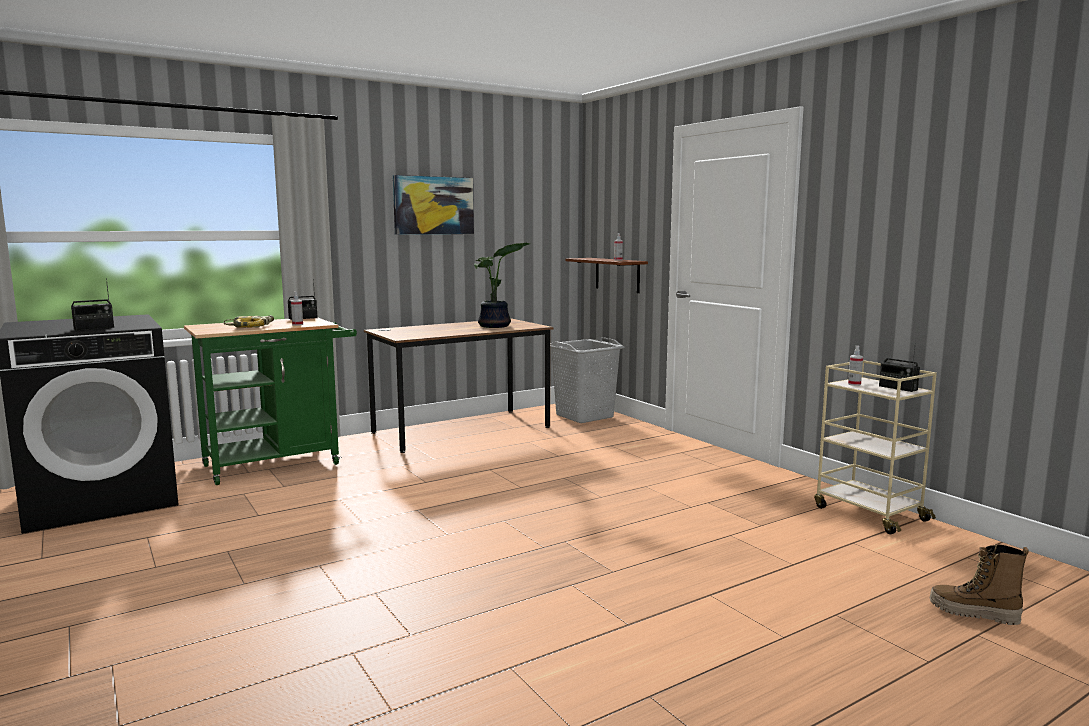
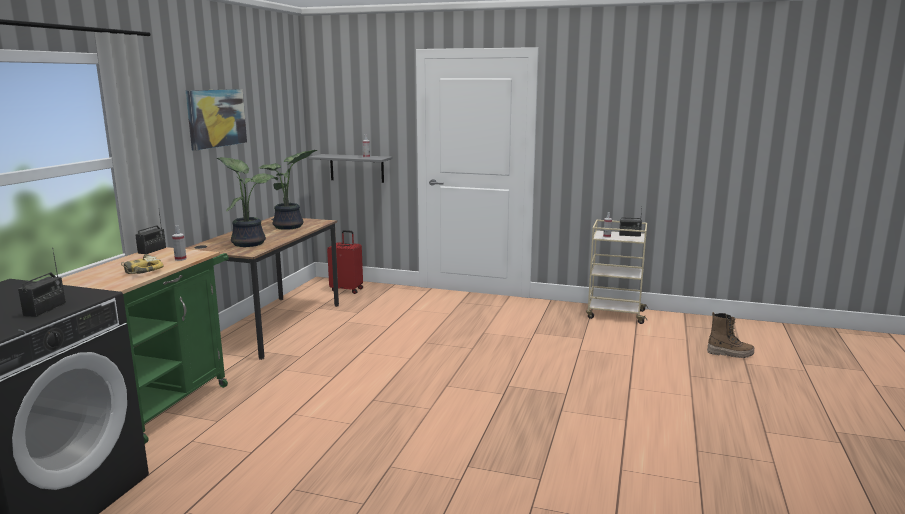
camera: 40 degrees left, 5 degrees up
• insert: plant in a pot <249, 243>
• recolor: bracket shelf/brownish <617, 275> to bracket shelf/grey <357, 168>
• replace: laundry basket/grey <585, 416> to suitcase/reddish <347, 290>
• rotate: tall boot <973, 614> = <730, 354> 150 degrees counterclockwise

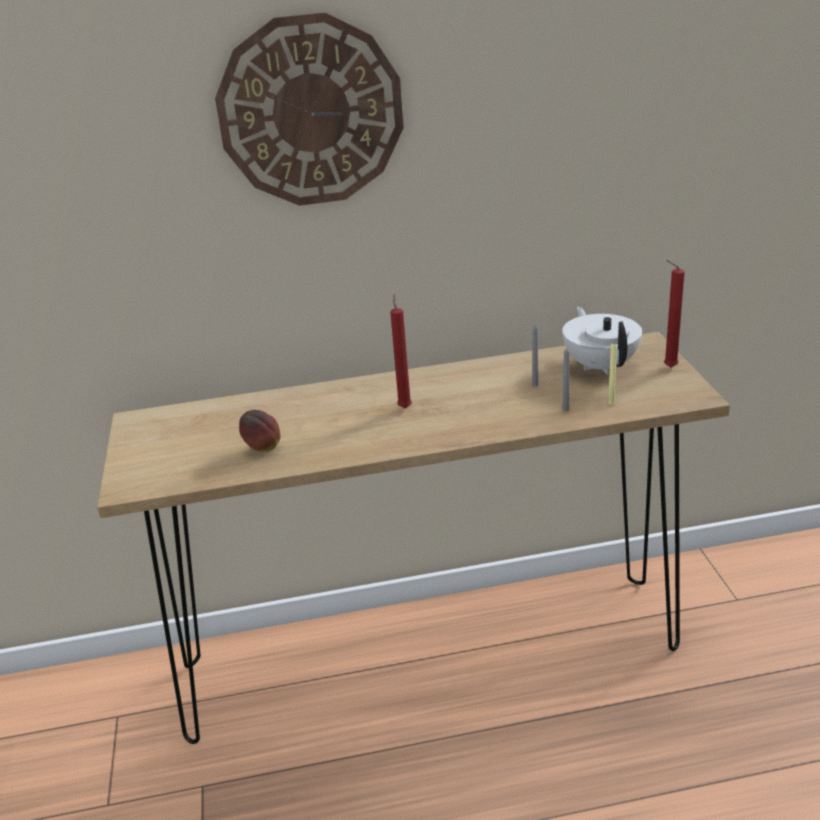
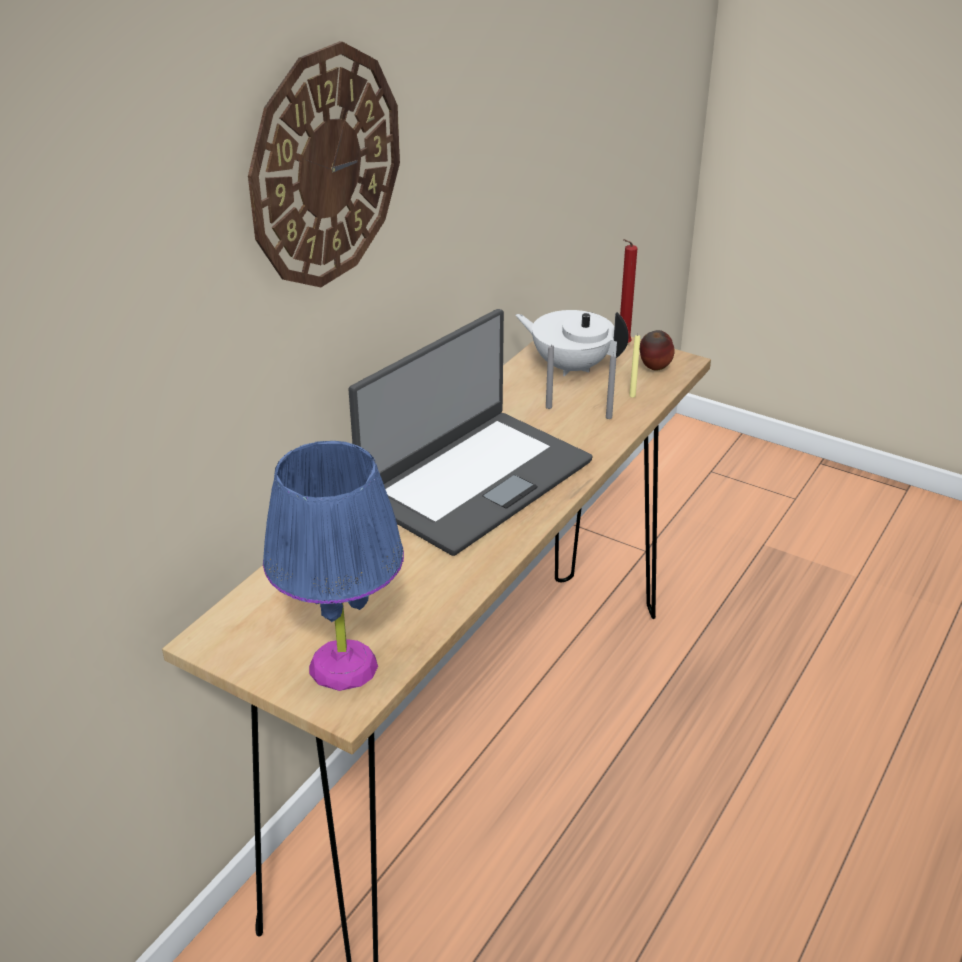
camera: 50 degrees left, 5 degrees up
• insert: lamp for a table/blue <344, 665>
• replace: wax light/reddish <405, 407> to portable computer <474, 480>
• move: apple fruit <263, 449> to <654, 369>

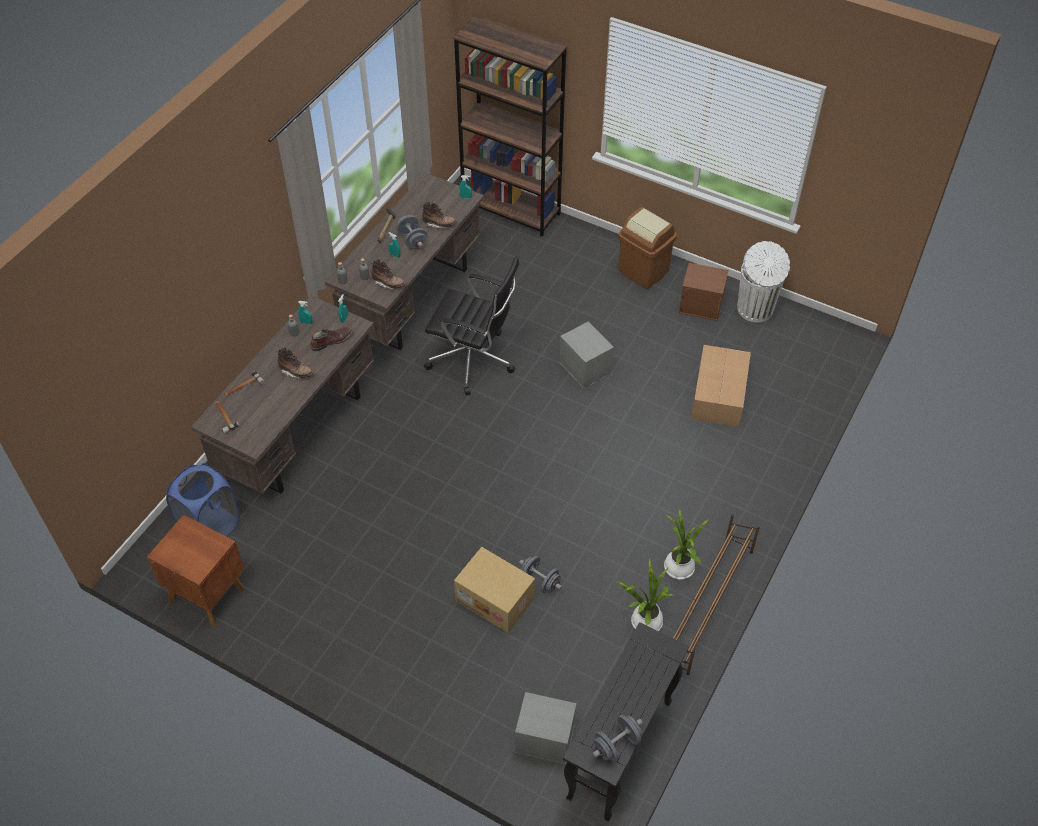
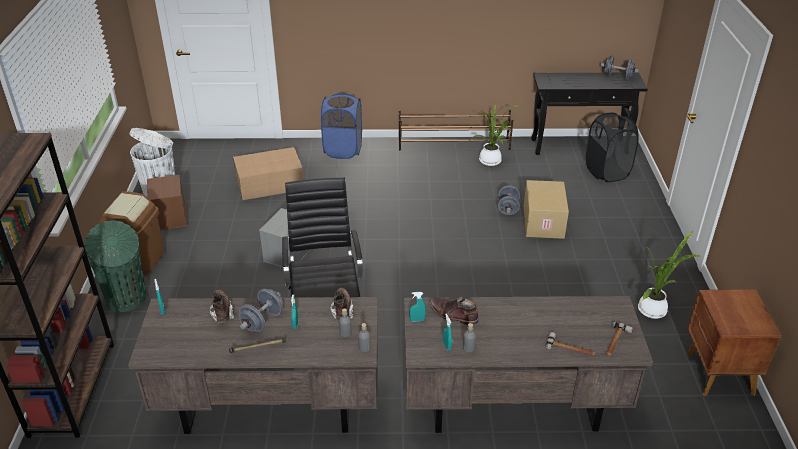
camera: 120 degrees left, 15 degrees down
• insert: rubbish bin/green-coloured <127, 299>
• move: laundry basket/blue <211, 527> to <343, 150>
• replace: storage bin/grey <544, 739> to laundry basket/black-coloured <607, 172>
• move: plant in a pot <678, 570> to <654, 309>
• delete: tall boot/brownish <296, 372>

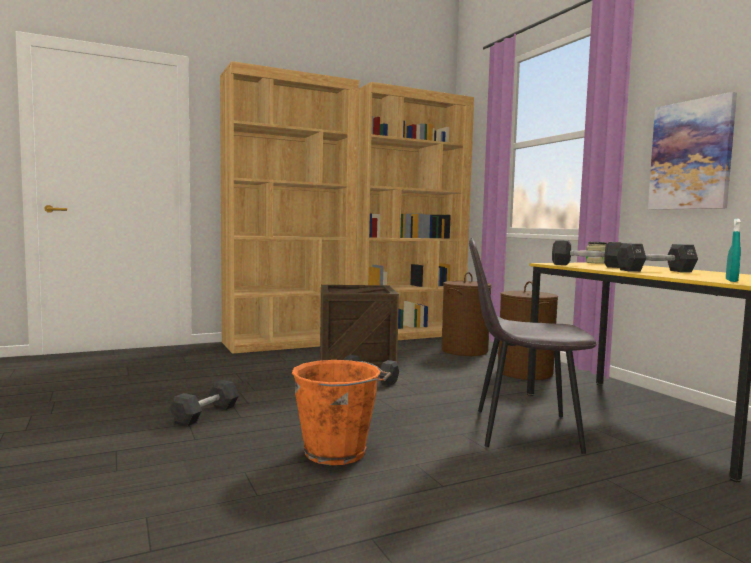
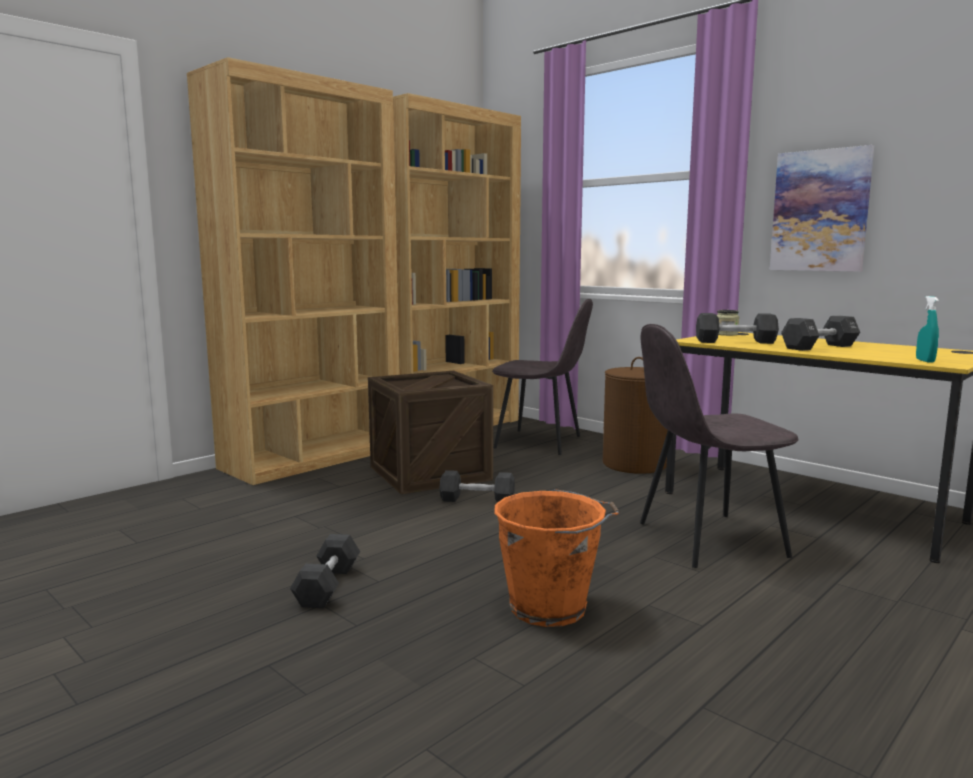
camera: 20 degrees left, 5 degrees up
• replace: laundry basket/brownish <464, 350> to plain chair/grey <541, 442>

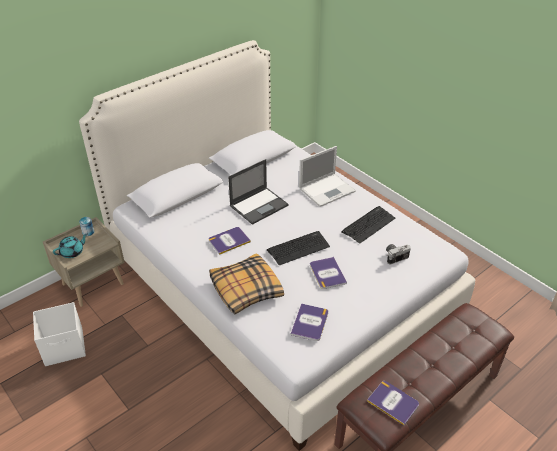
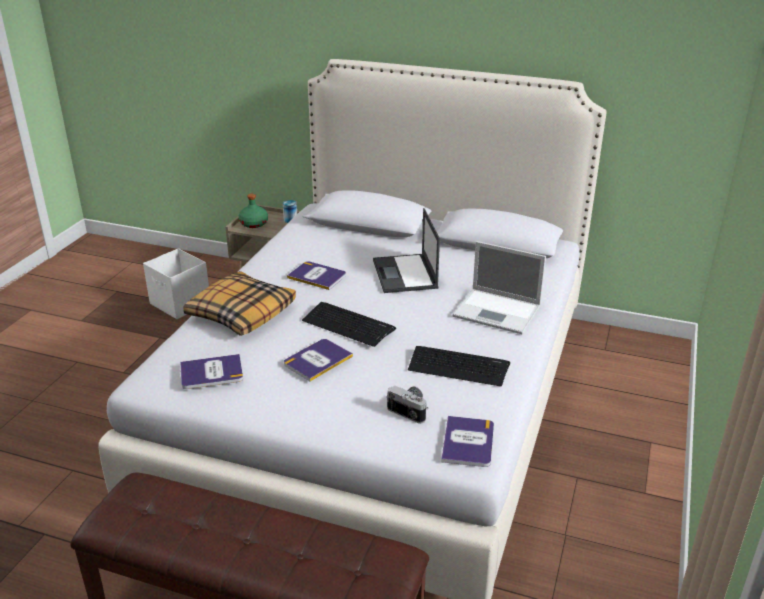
camera: 60 degrees right, 10 degrees down
• replace: tea pot/blue-green <72, 252> to bottle/green-coloured <254, 223>
• rotate: portable computer <259, 205> = <405, 274> 60 degrees clockwise
• move: bound book <393, 402> to <468, 442>

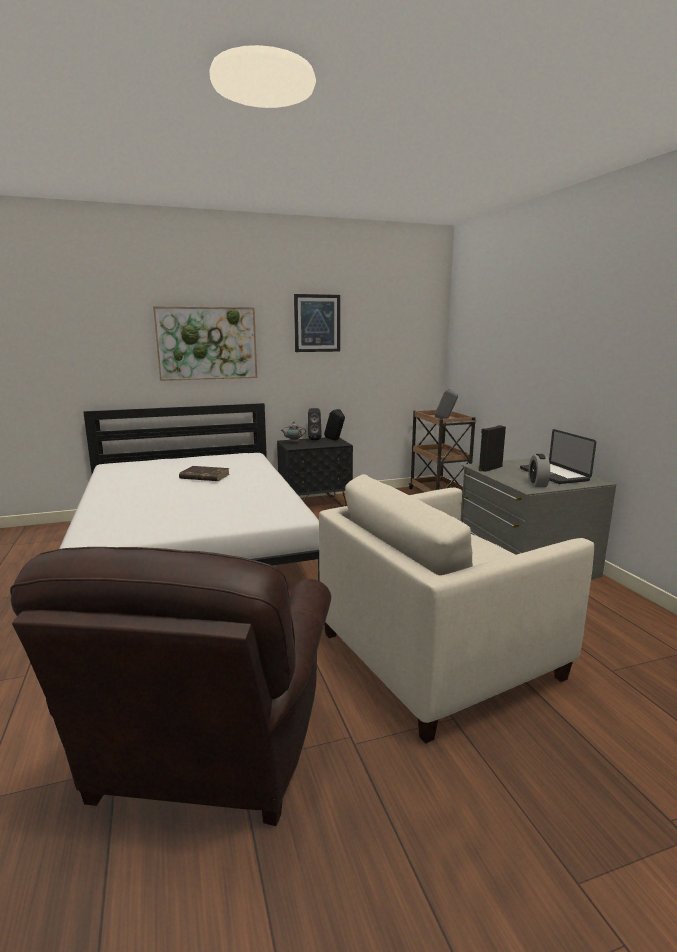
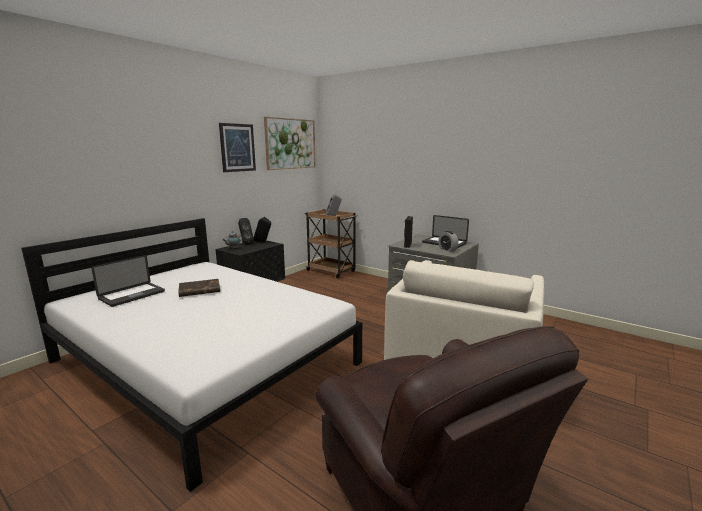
camera: 35 degrees left, 0 degrees up
• insert: portable computer <132, 295>
• move: picture <207, 343> to <290, 144>

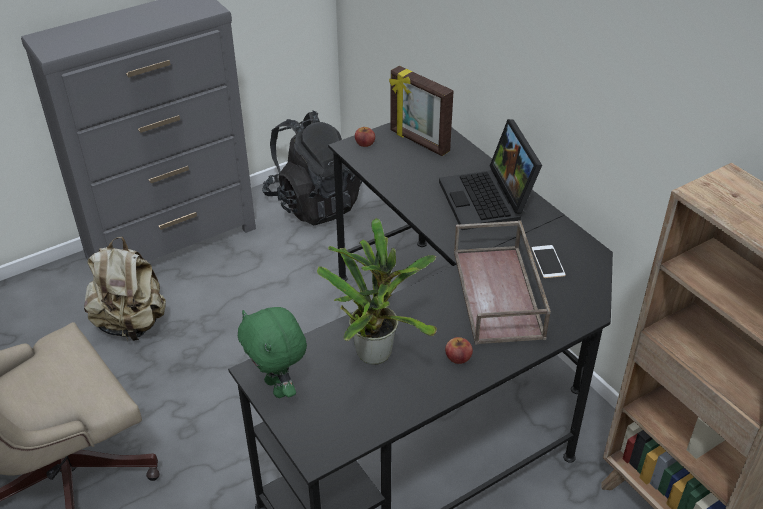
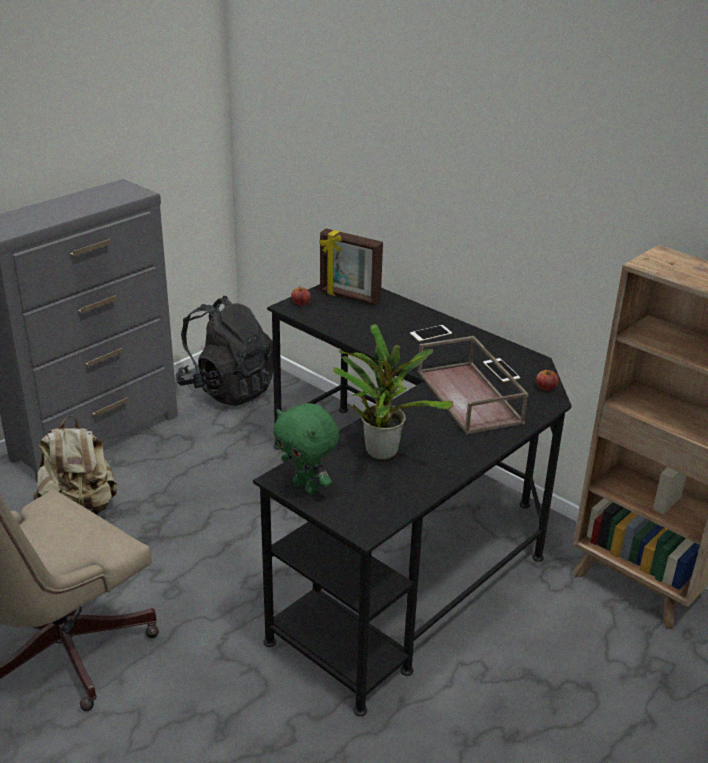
camera: 15 degrees left, 10 degrees down
• replace: portable computer <488, 201> to phone <431, 333>
• move: apple fruit <458, 357> to <546, 387>

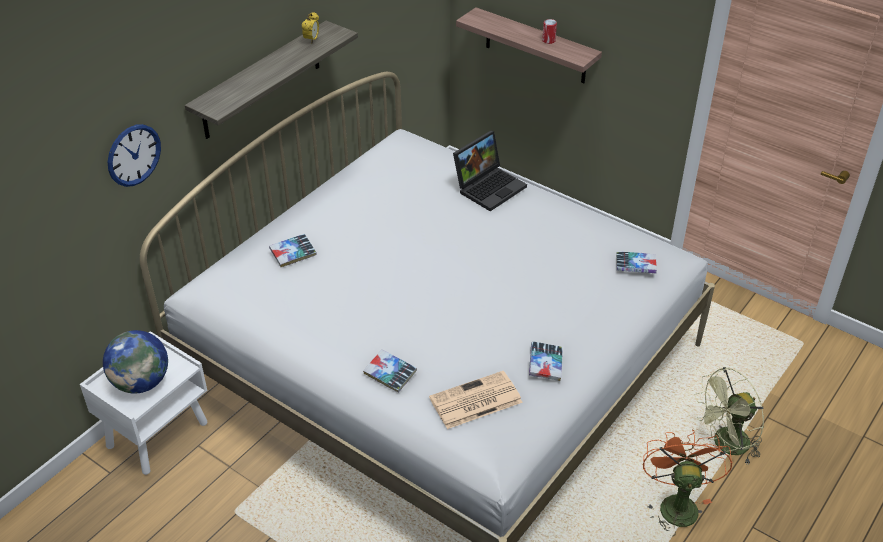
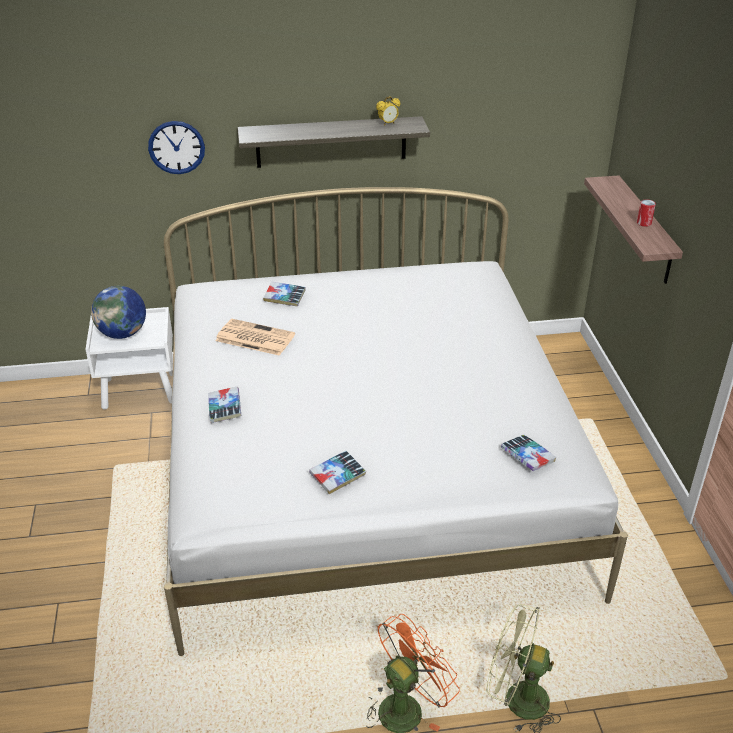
camera: 45 degrees right, 5 degrees down
• move: printed paper <474, 401> to <254, 338>
• delete: portable computer <489, 186>

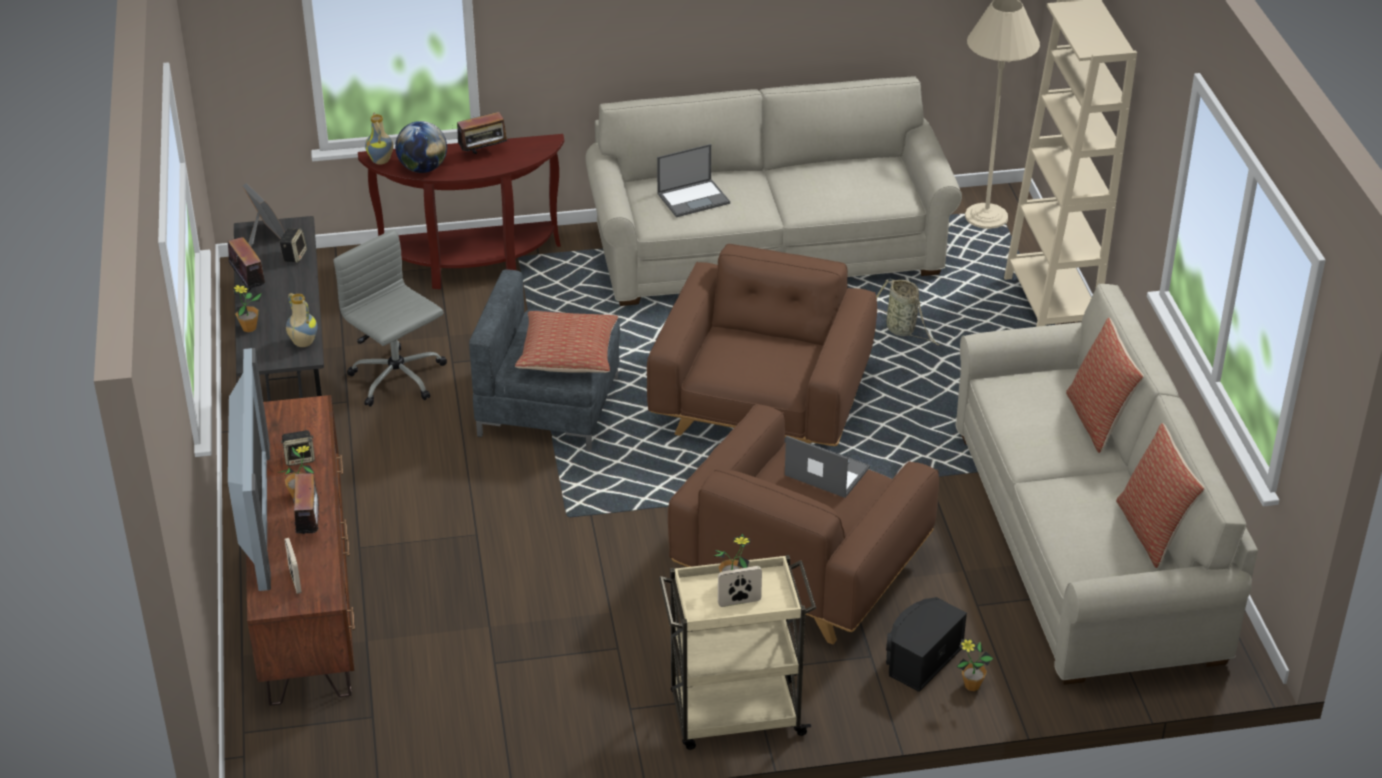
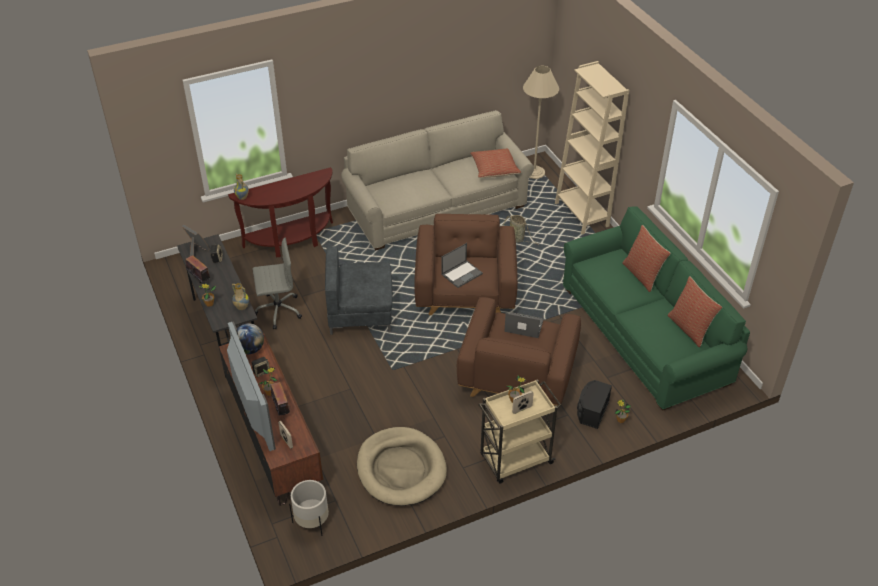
camera: 15 degrees left, 5 degrees up
• move: world globe <423, 168> to <250, 349>
• rotate: computer chair/grey <398, 379> = <277, 310> 135 degrees clockwise
• insert: planter/white <312, 521>
• insert: pet bed/beige <401, 469>
• move: portable computer <694, 198> to <462, 274>
• move: pillow <568, 354> to <494, 169>
• recolor: couch/beige <1087, 542> to couch/green-coloured <645, 334>
• delete: radio set <484, 154>

